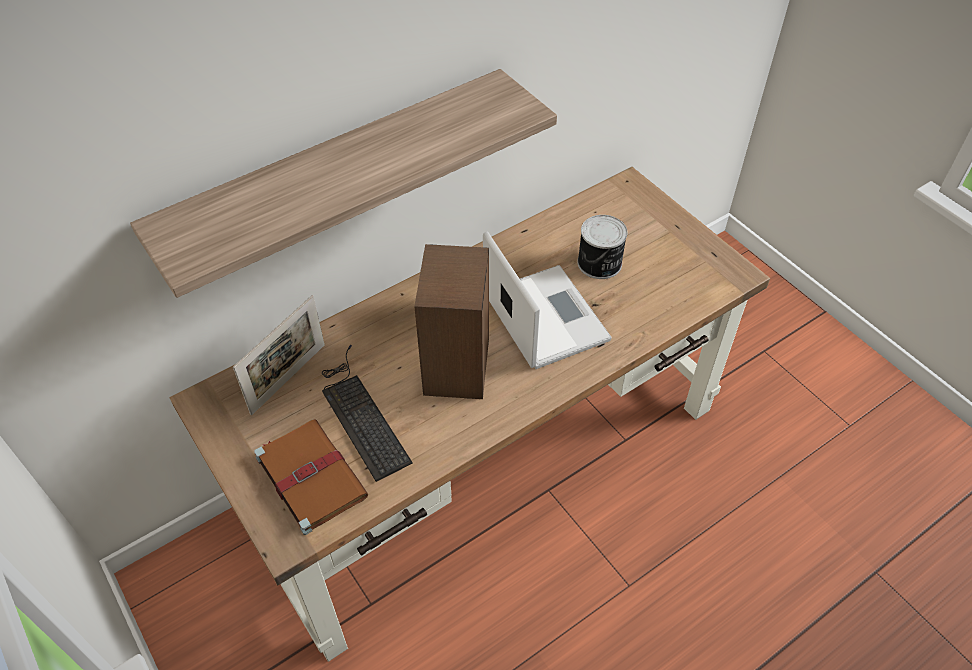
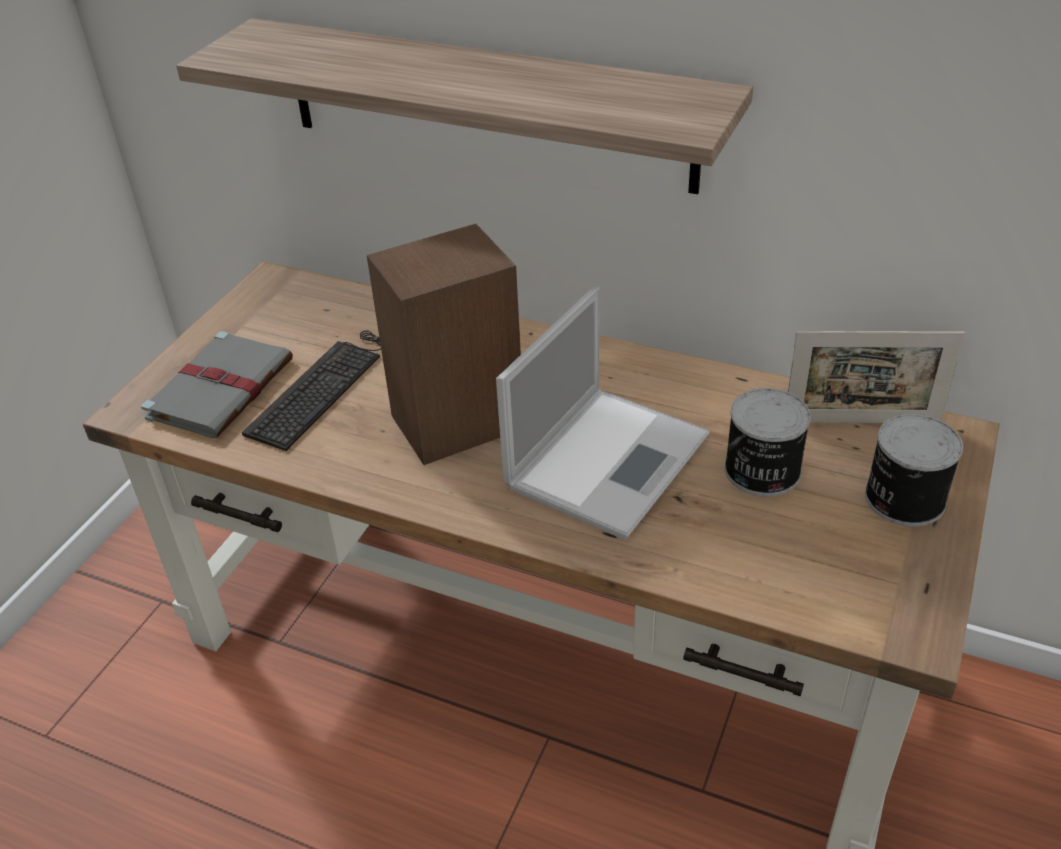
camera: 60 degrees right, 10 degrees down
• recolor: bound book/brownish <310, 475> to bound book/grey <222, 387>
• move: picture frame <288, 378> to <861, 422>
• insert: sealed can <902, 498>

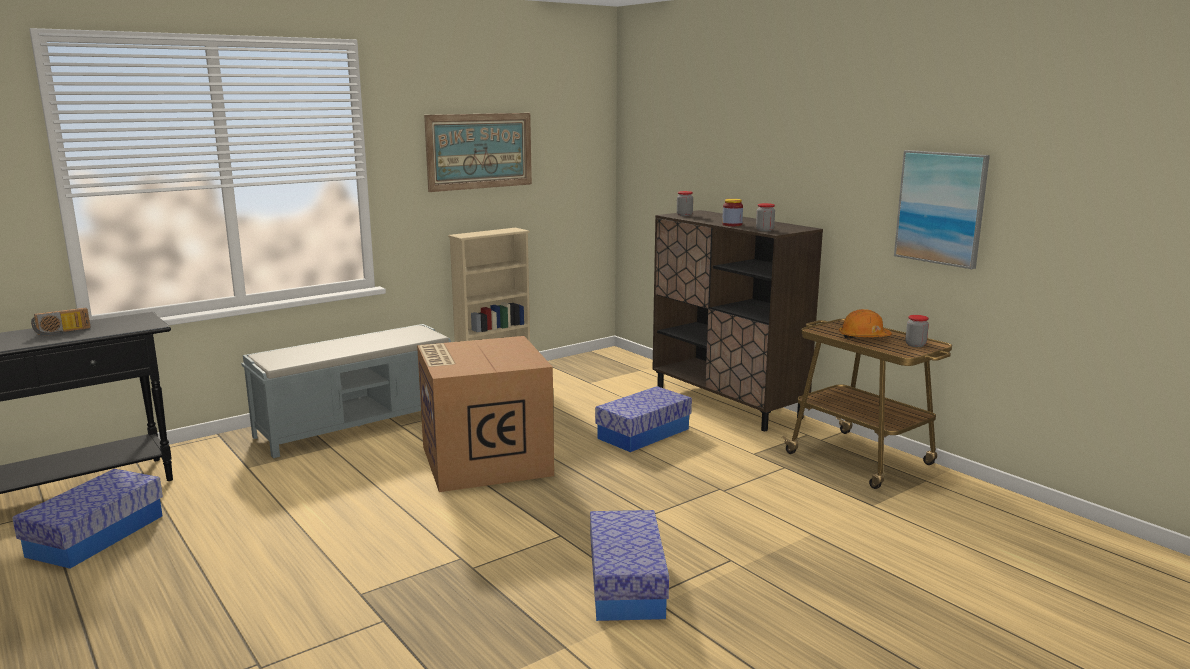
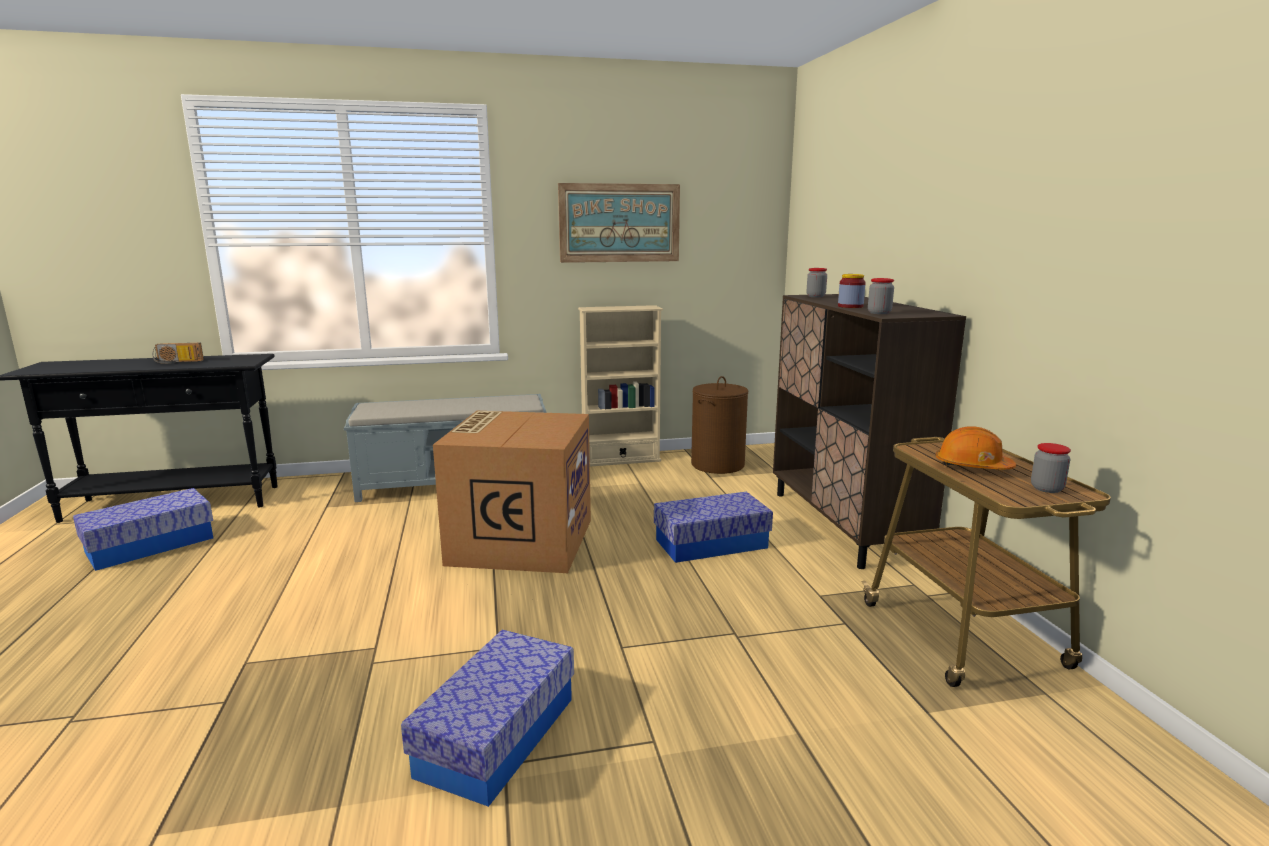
camera: 25 degrees right, 0 degrees up
• insert: laundry basket/brownish <717, 465>
• delete: picture <941, 208>

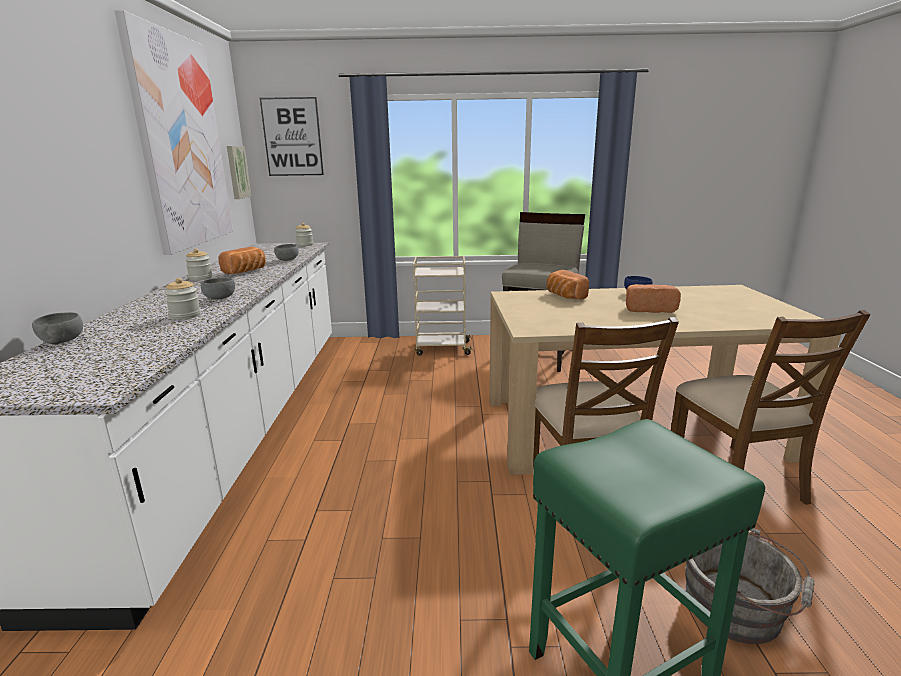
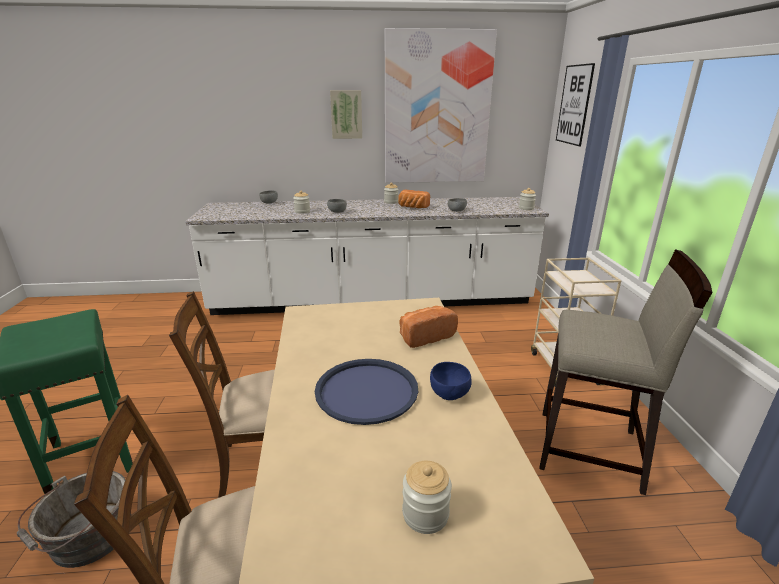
camera: 85 degrees right, 5 degrees up
• replace: bread <649, 309> to serving tray/blue <367, 391>
• move: picture <237, 172> to <346, 114>
• insert: jar <425, 514>

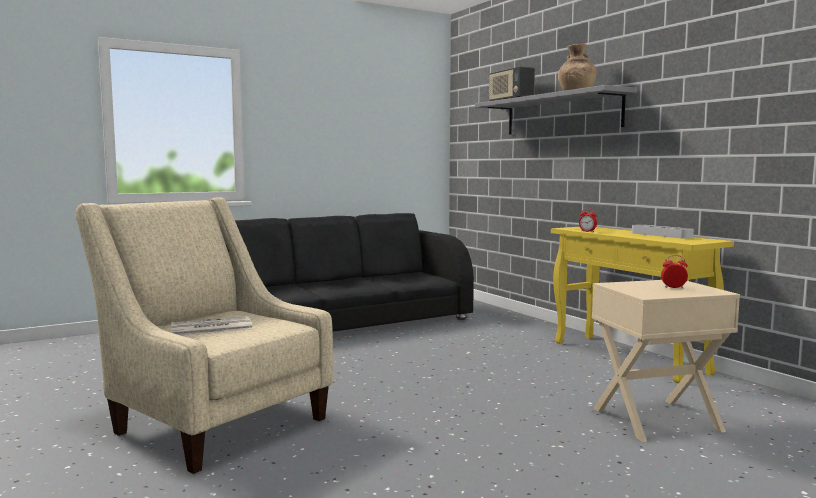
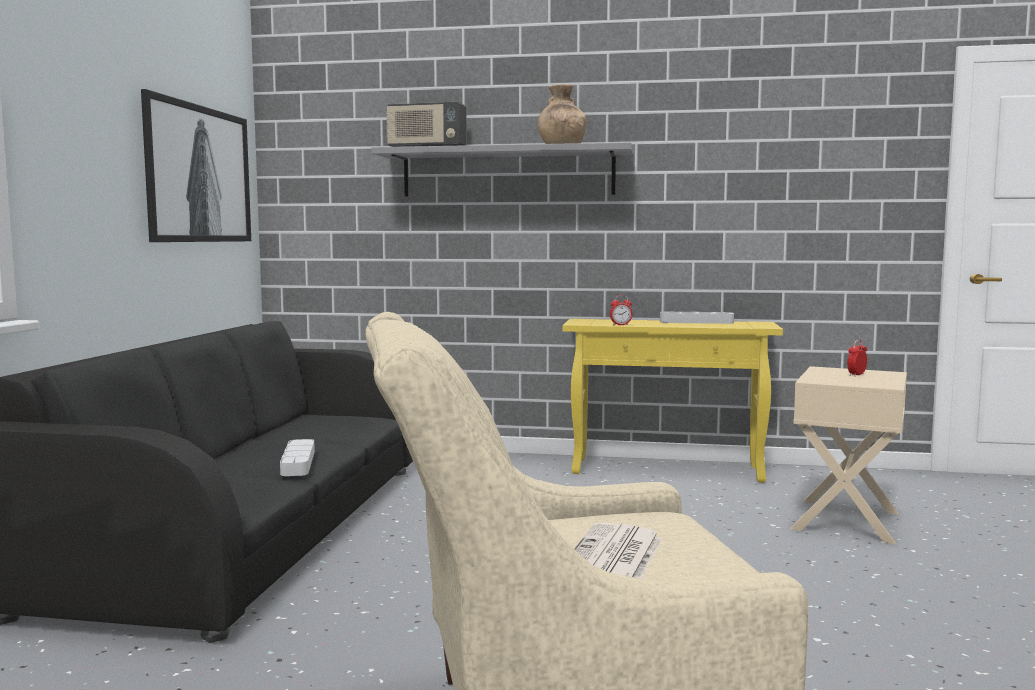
camera: 50 degrees left, 0 degrees up
• insert: picture <198, 174>
• insert: serving tray/grey <298, 462>

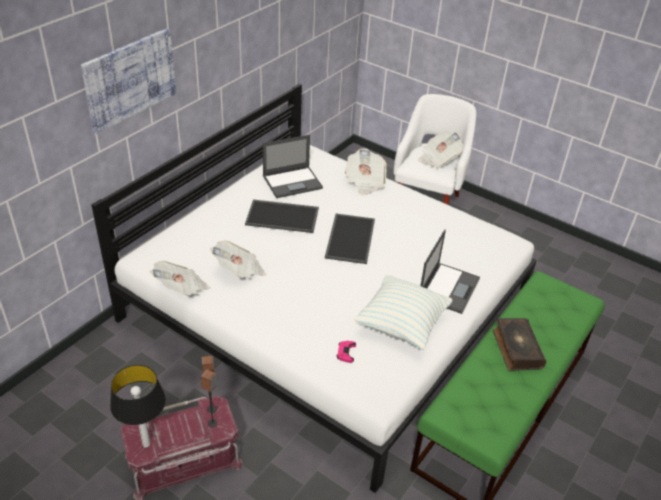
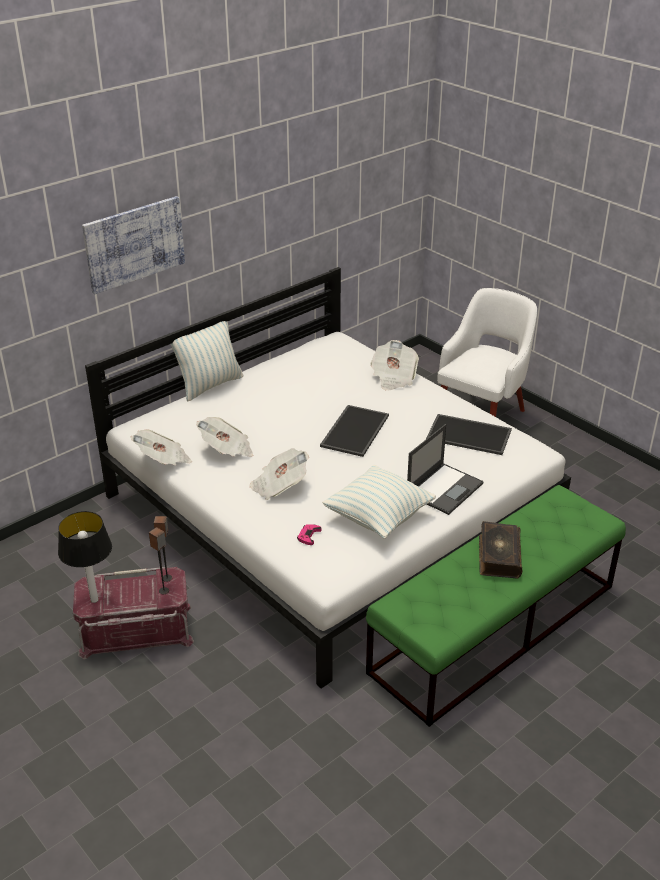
camera: 15 degrees right, 5 degrees down
• insert: pillow <210, 385>
• move: printed paper <438, 159> to <279, 486>
• move: serving tray <283, 216> to <470, 434>
• delete: portable computer <293, 182>

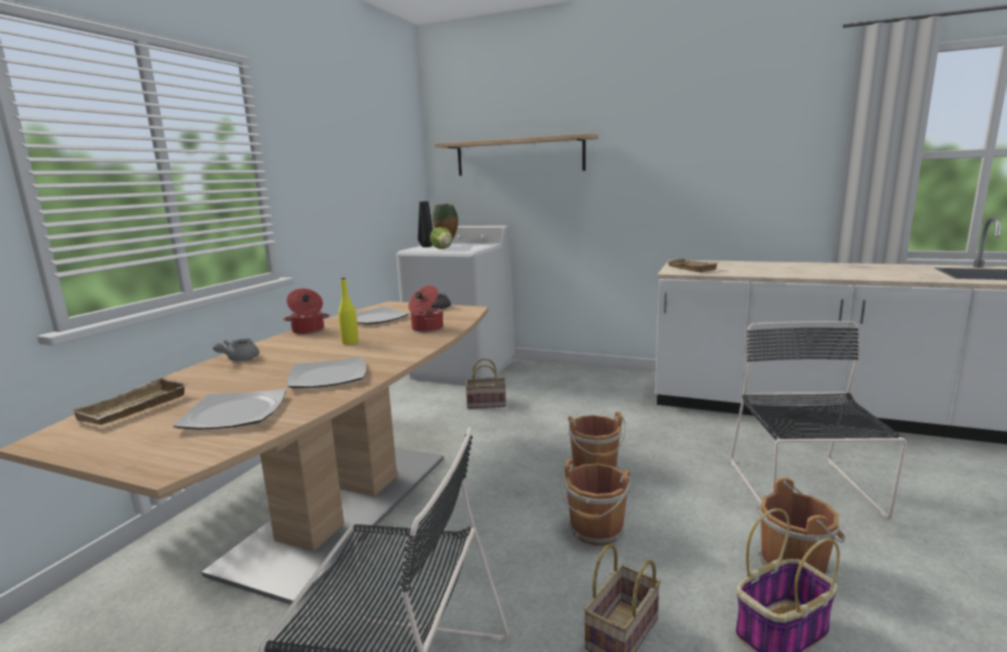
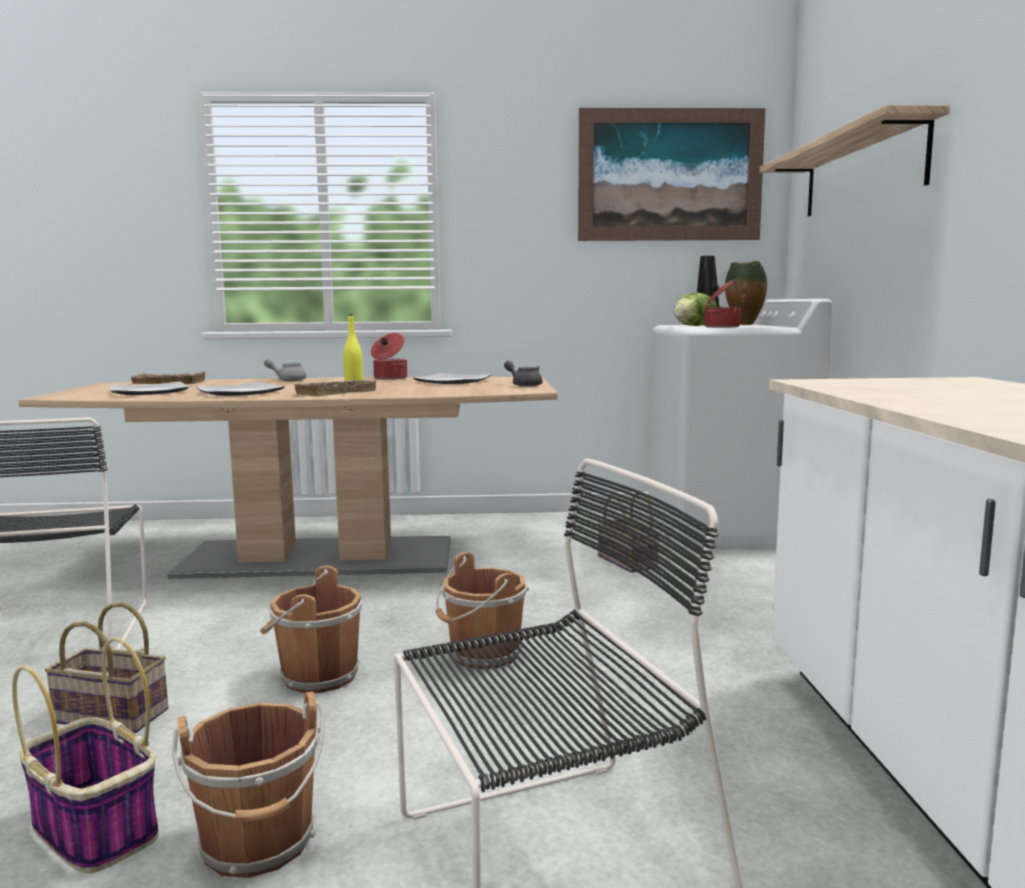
camera: 65 degrees right, 5 degrees down
• move: serving tray/beige <689, 268> to <335, 392>
• insert: picture <670, 175>
• move: stockpot <426, 328> to <721, 327>

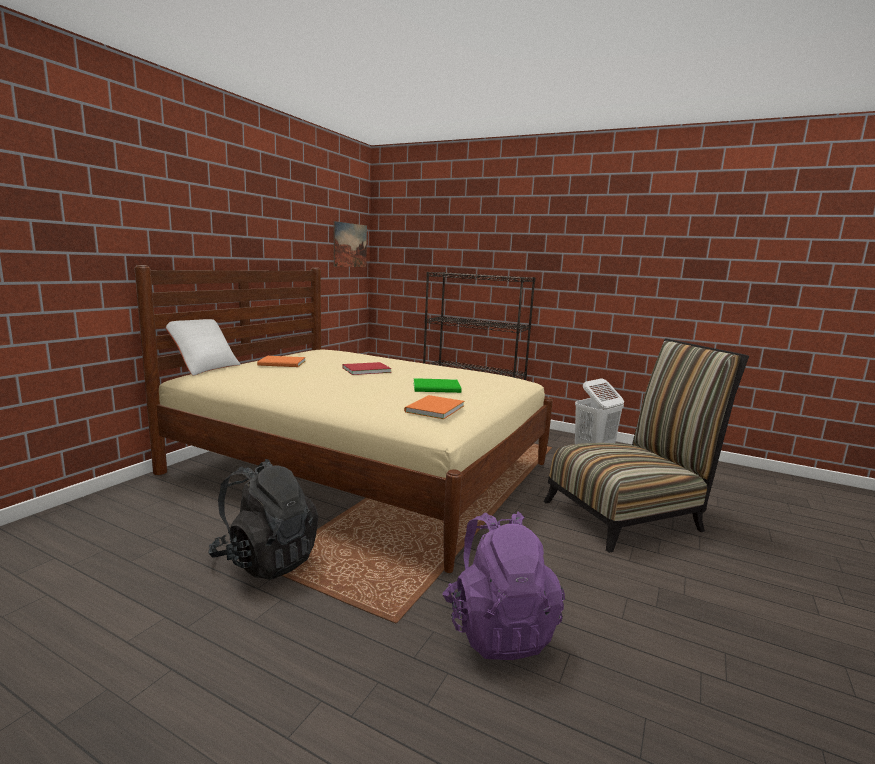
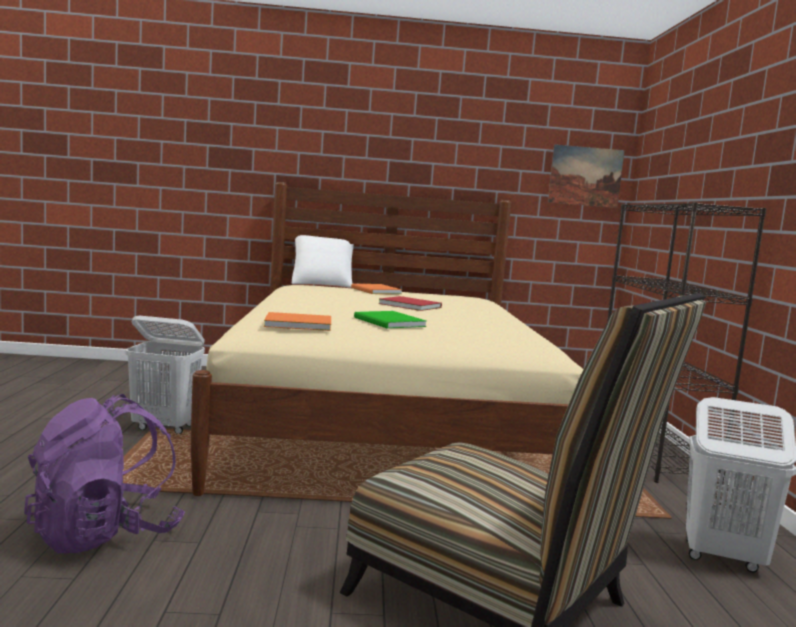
camera: 60 degrees right, 5 degrees down
• replace: backpack/black-coloured <266, 559> to laundry basket/white <165, 427>

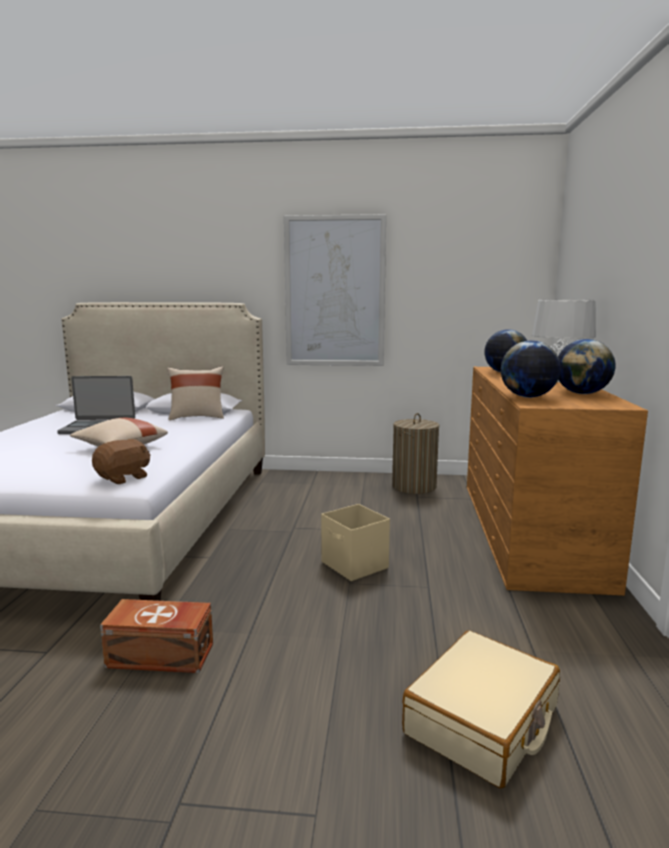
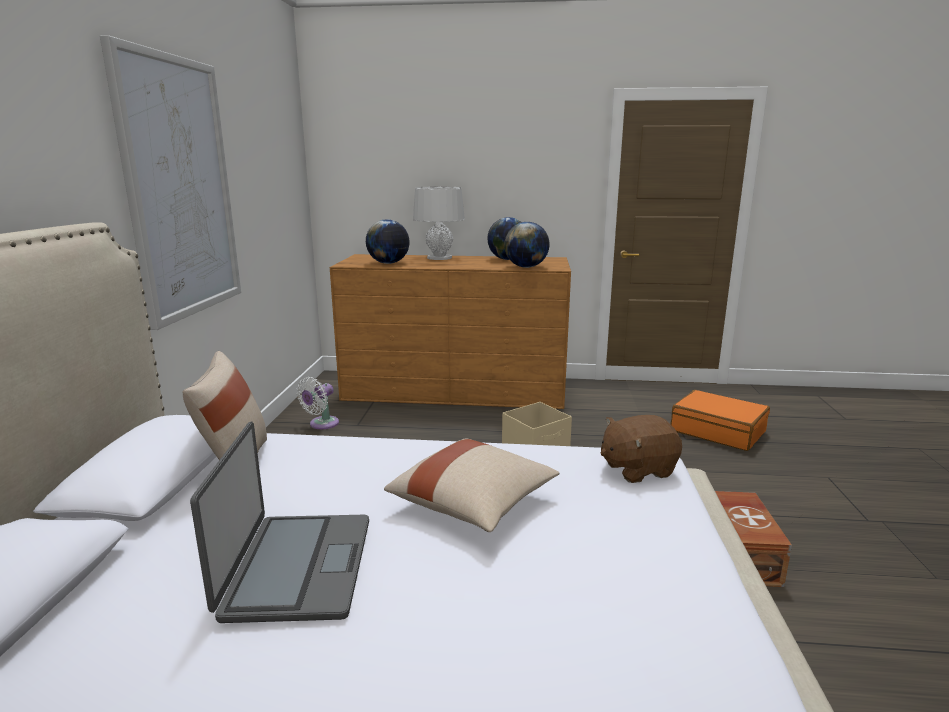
camera: 90 degrees left, 5 degrees up
• replace: laundry basket <414, 486> to electric fan/white <321, 424>
• rotate: soft toy/brownish <123, 478> = <637, 469> 60 degrees counterclockwise
• recolor: suitcase/beige <482, 721> to suitcase/orangey <718, 431>

